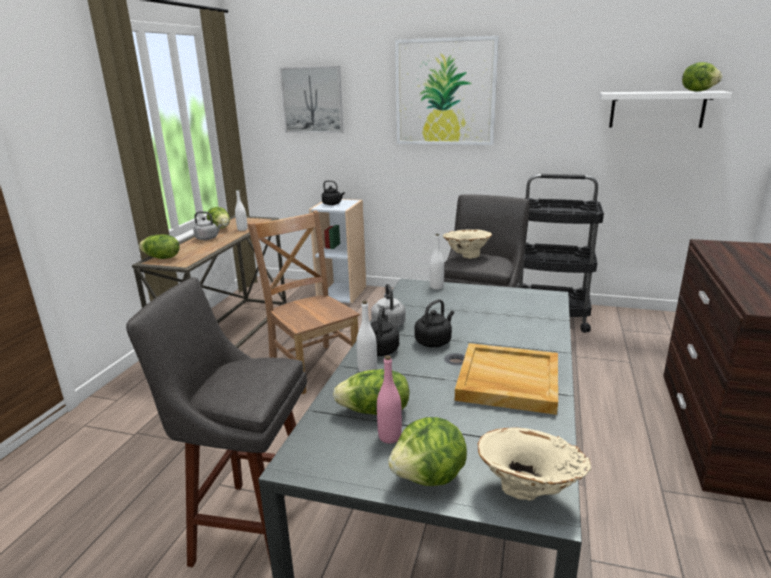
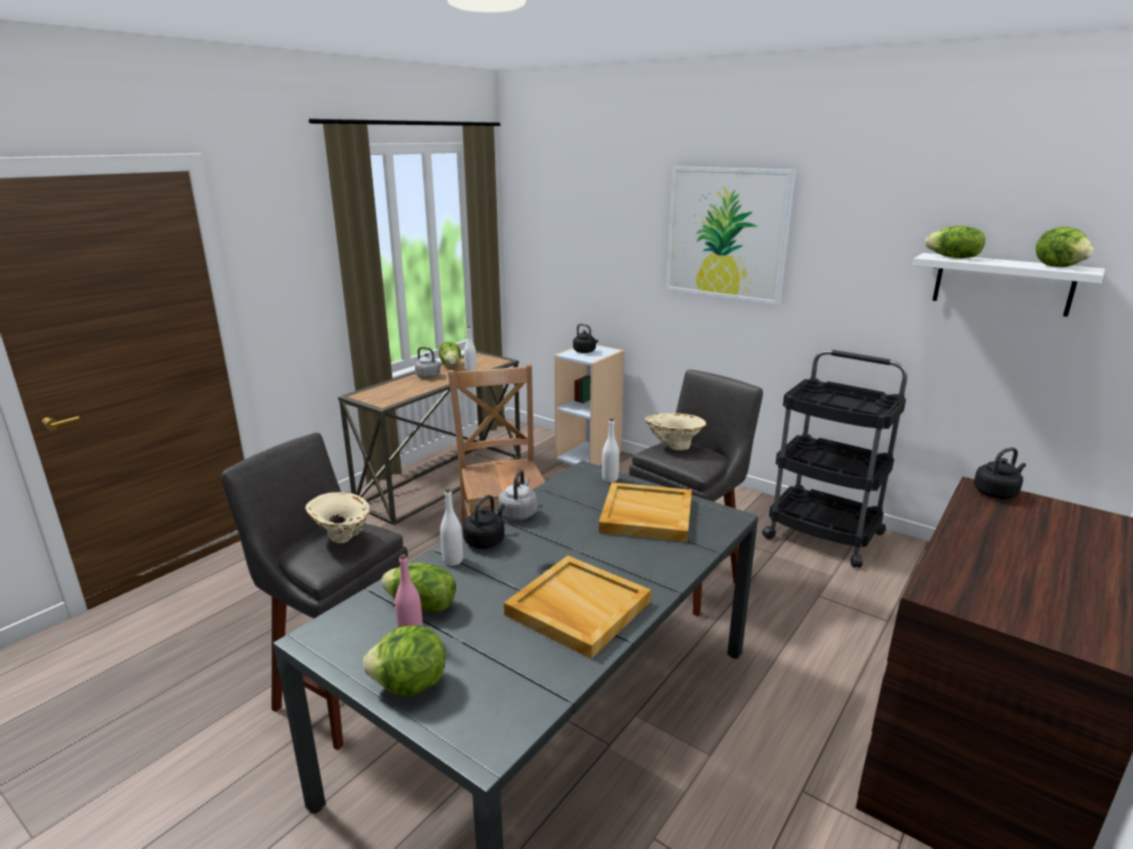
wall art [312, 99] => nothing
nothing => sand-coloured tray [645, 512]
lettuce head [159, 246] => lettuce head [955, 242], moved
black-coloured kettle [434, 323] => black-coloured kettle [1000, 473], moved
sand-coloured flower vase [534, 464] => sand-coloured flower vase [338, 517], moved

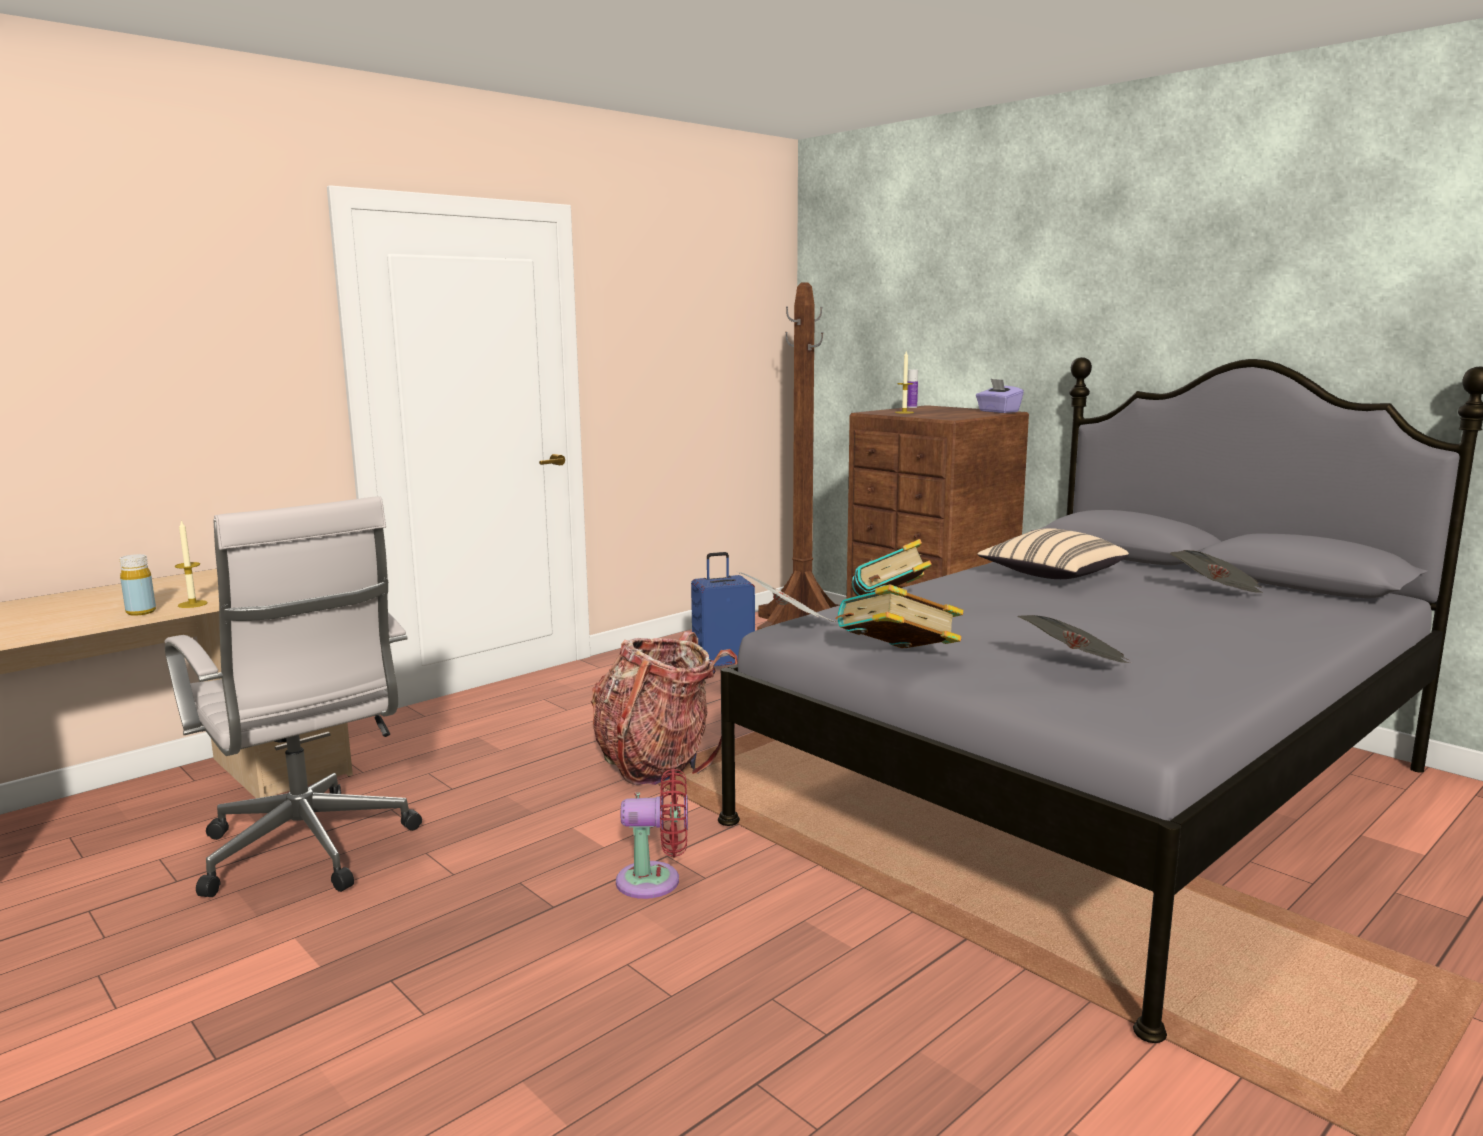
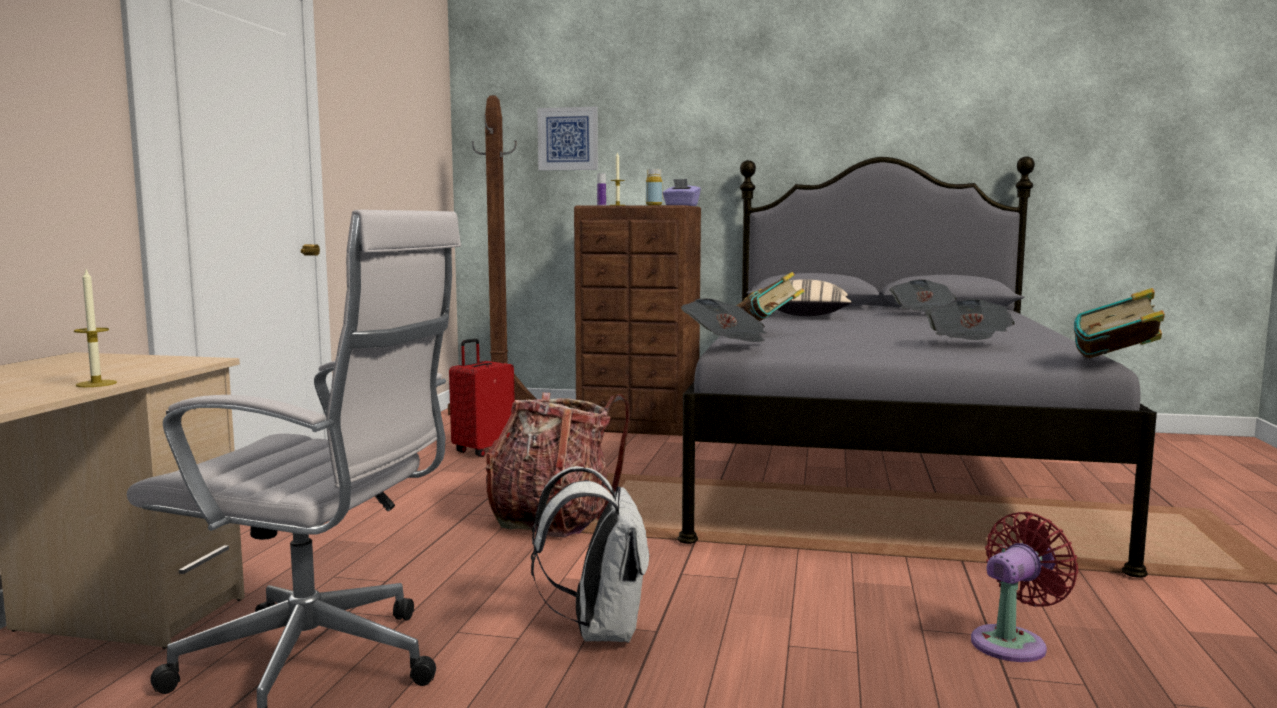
nothing => white backpack [590, 554]
nothing => wall art [567, 139]
yellow-coloured bottle [137, 585] => yellow-coloured bottle [654, 187], moved
red-coloured fan [652, 833] => red-coloured fan [1024, 587], moved
bound book [899, 616] => bound book [1119, 323], moved
bluish travel case [723, 613] => red-coloured travel case [482, 397]

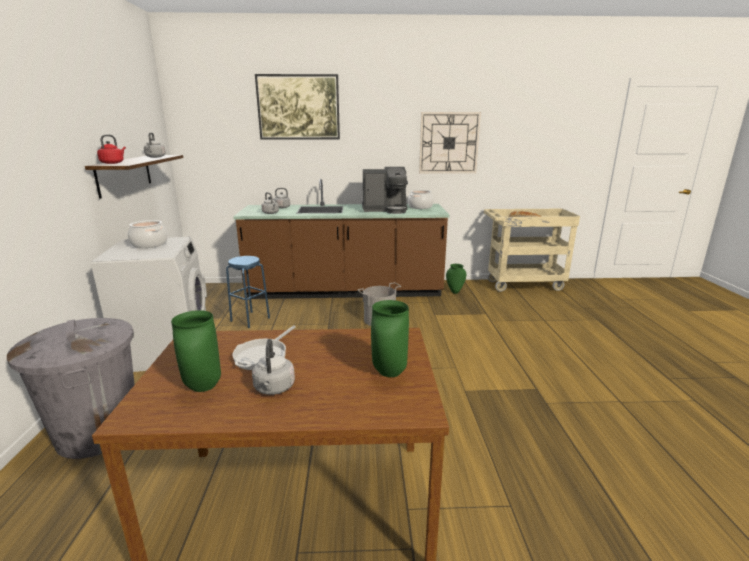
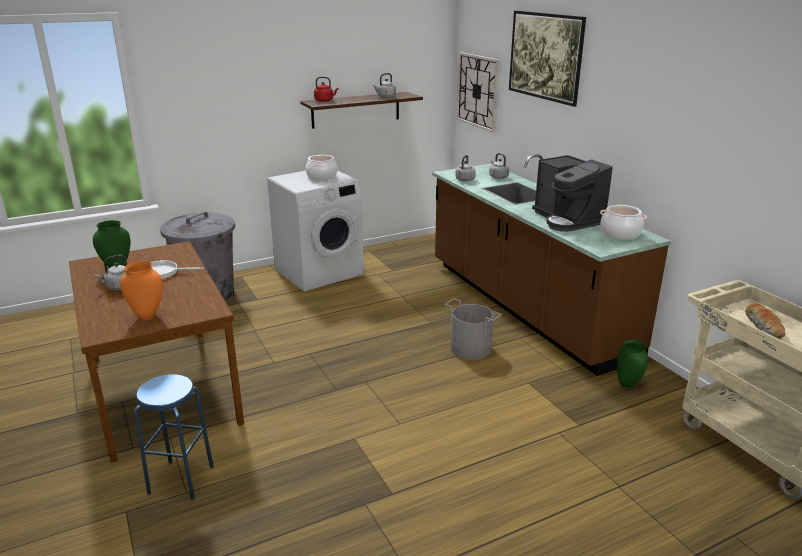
bluish sitting stool [248, 292] => bluish sitting stool [174, 437], moved
clock on the wall [450, 142] => clock on the wall [478, 92], moved
green flower vase [390, 338] => orange flower vase [141, 291]

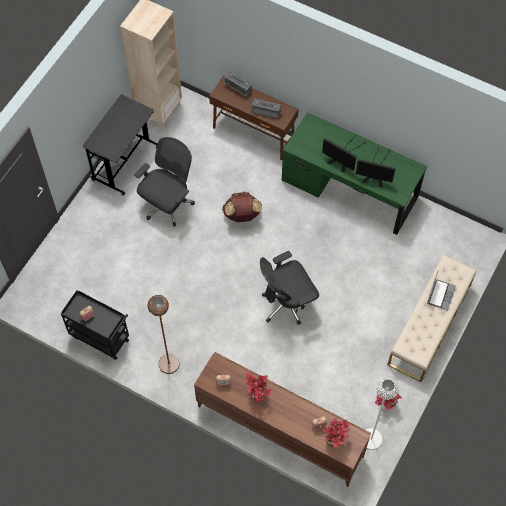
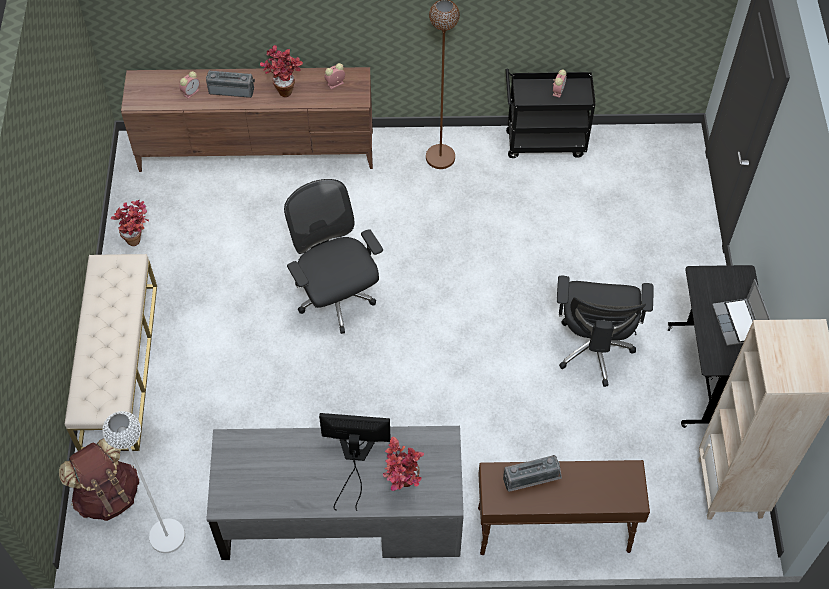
computer screen [375, 167] => nothing
brownish backpack [242, 207] => brownish backpack [99, 479], moved
radio [237, 84] => radio [230, 84], moved
plant in a pot [336, 433] => plant in a pot [403, 464], moved
white standard lamp [382, 414] => white standard lamp [143, 482], moved
laptop [441, 290] => laptop [741, 312], moved
green desk [354, 173] => gray desk [335, 493]
desk chair [289, 288] => desk chair [333, 256], 60 degrees counterclockwise

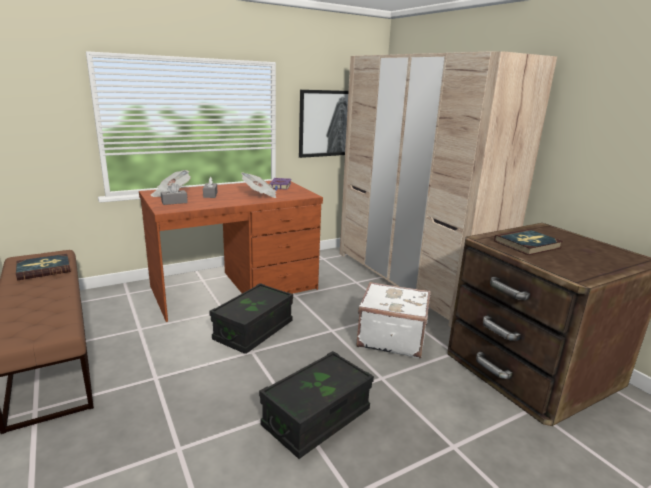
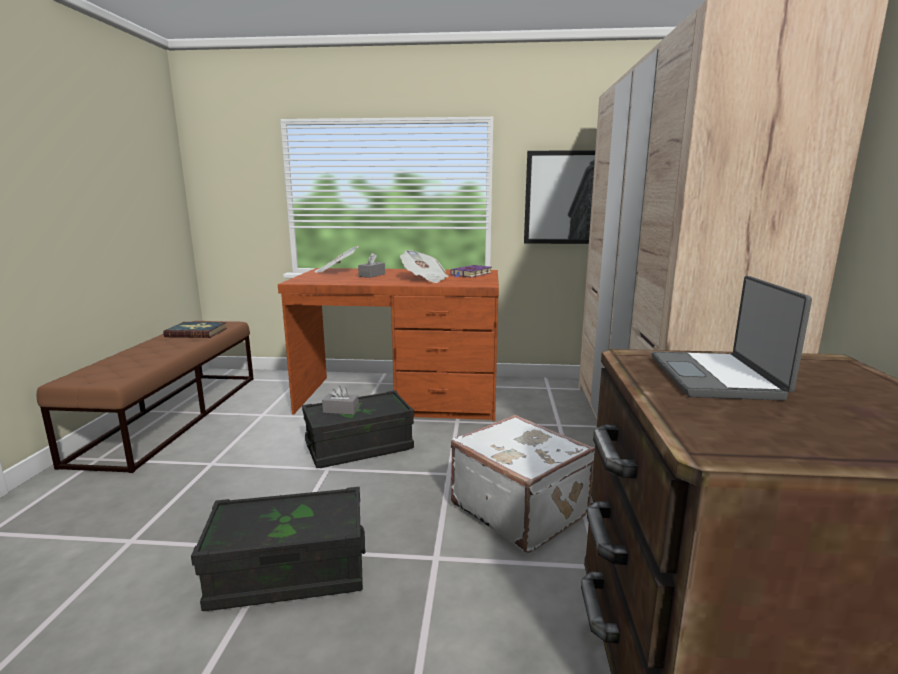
gray tissue holder [174, 194] => gray tissue holder [340, 400], moved
bound book [528, 242] => laptop [732, 338]

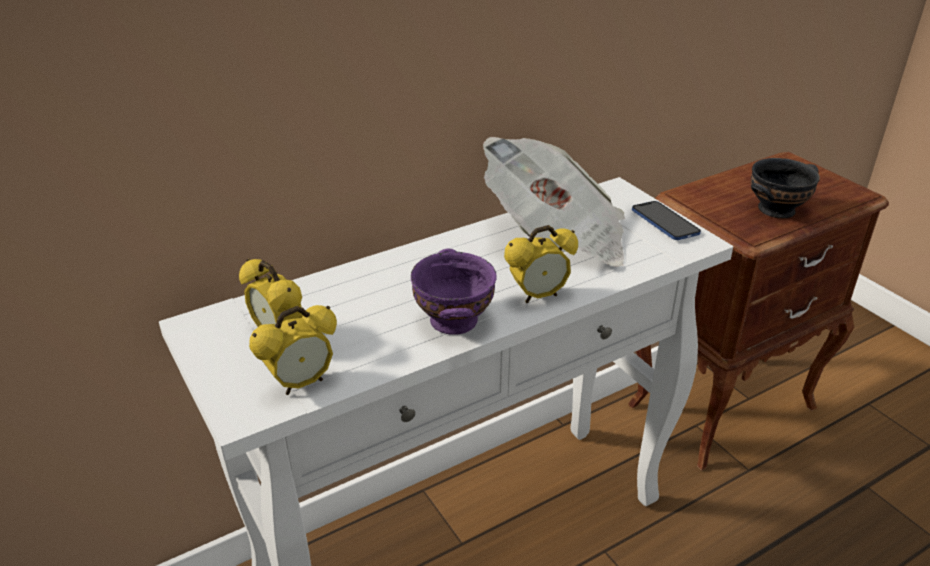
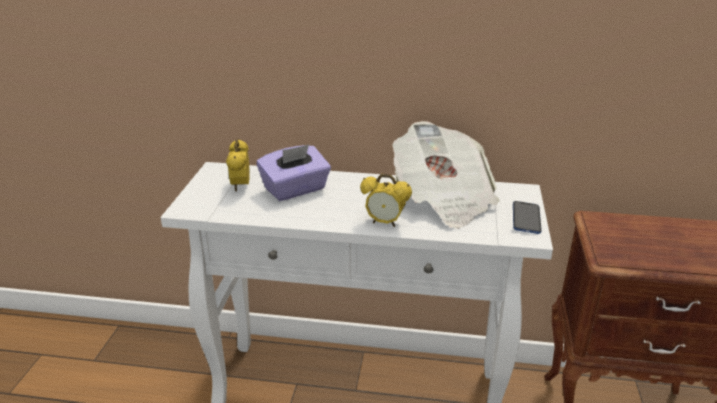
alarm clock [293, 350] => nothing
purple-coloured deep dish [454, 291] => nothing
black-coloured deep dish [785, 188] => nothing
nothing => purple-coloured tissue holder [294, 173]

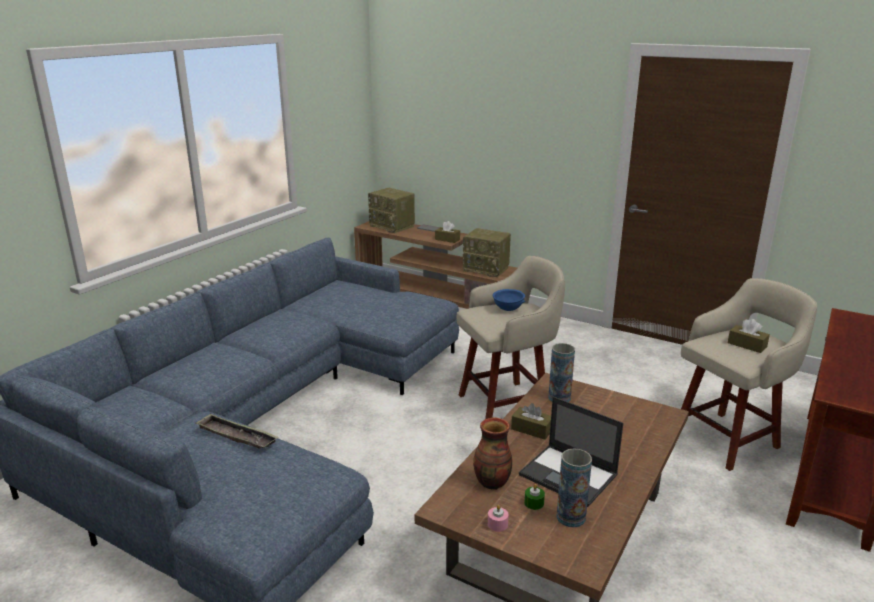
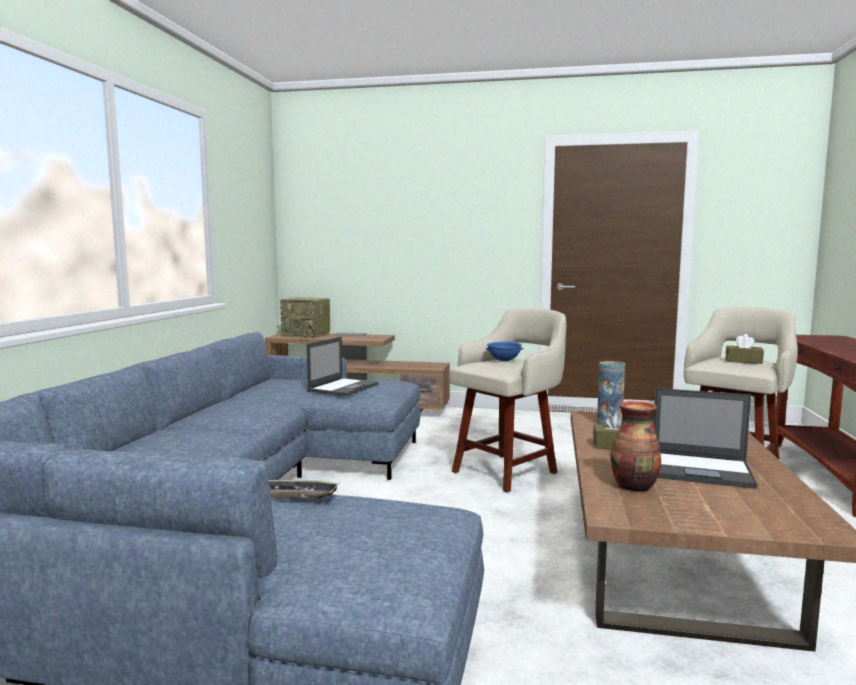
brownish tissue holder [447, 232] => nothing
radio [487, 252] => nothing
pinkish wax light [498, 518] => nothing
green wax light [534, 497] => nothing
flower vase [574, 488] => nothing
nothing => laptop [342, 366]

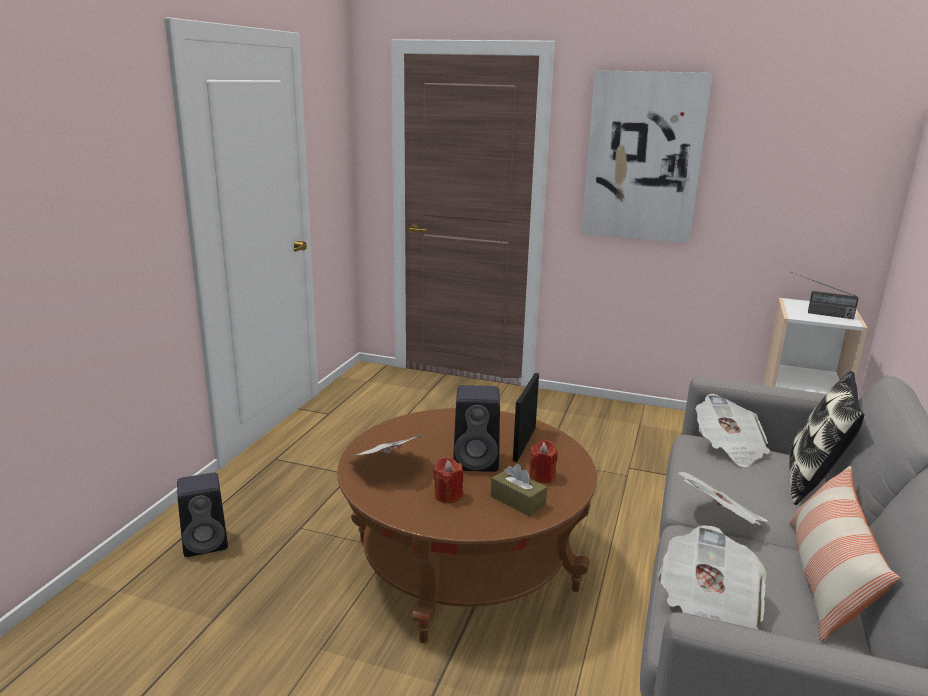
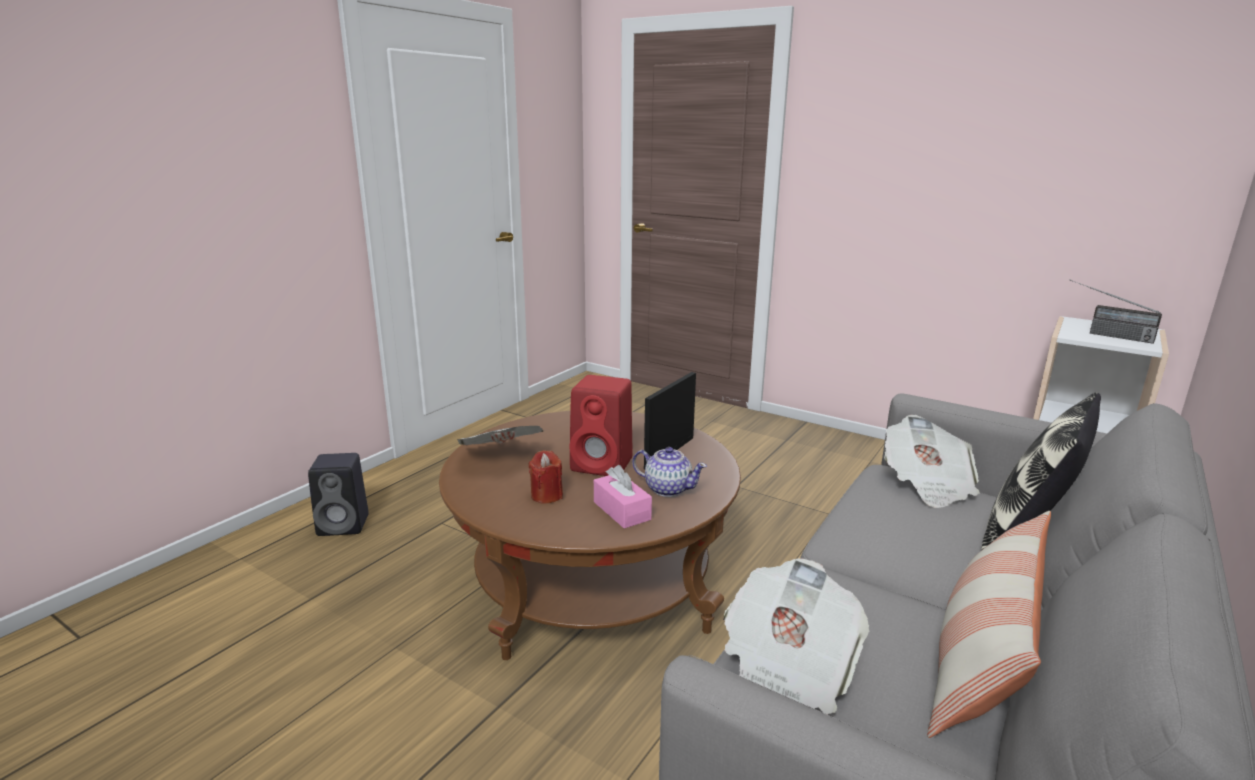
wall art [647, 156] => nothing
daily paper [723, 498] => nothing
red-coloured wax light [544, 461] => tea pot [669, 472]
black-coloured speaker [476, 428] => red-coloured speaker [601, 425]
brownish tissue holder [519, 490] => pinkish tissue holder [623, 497]

